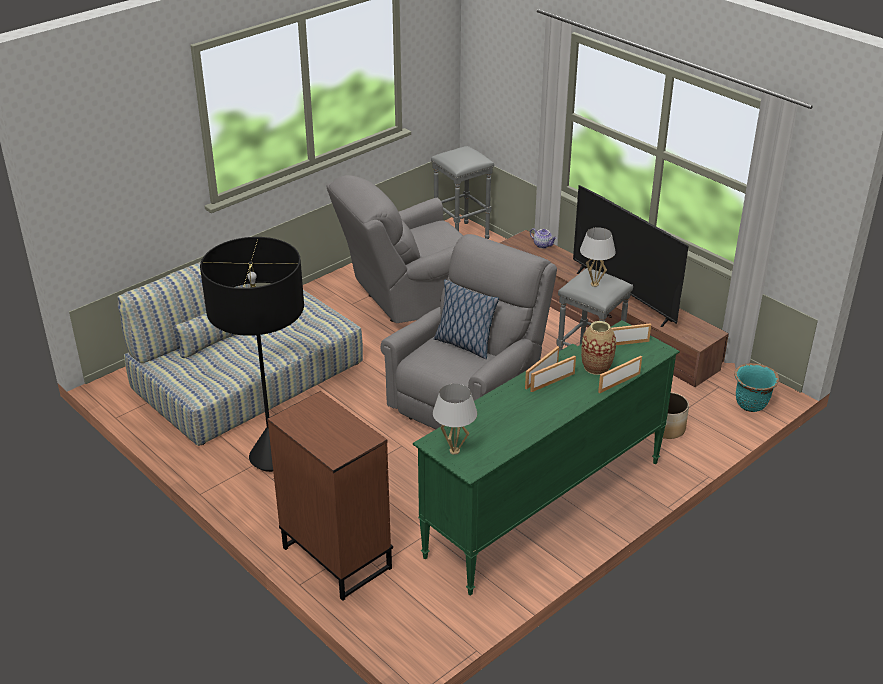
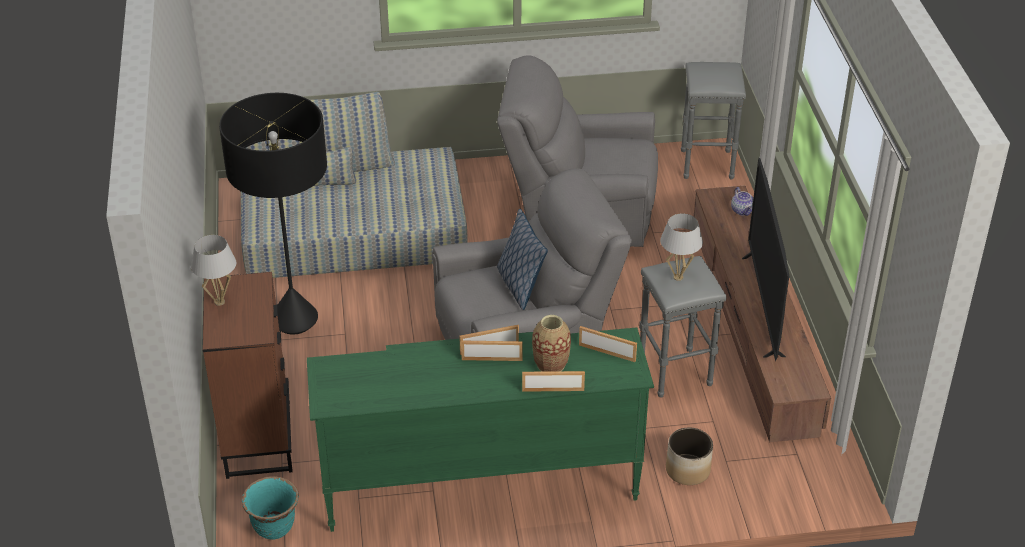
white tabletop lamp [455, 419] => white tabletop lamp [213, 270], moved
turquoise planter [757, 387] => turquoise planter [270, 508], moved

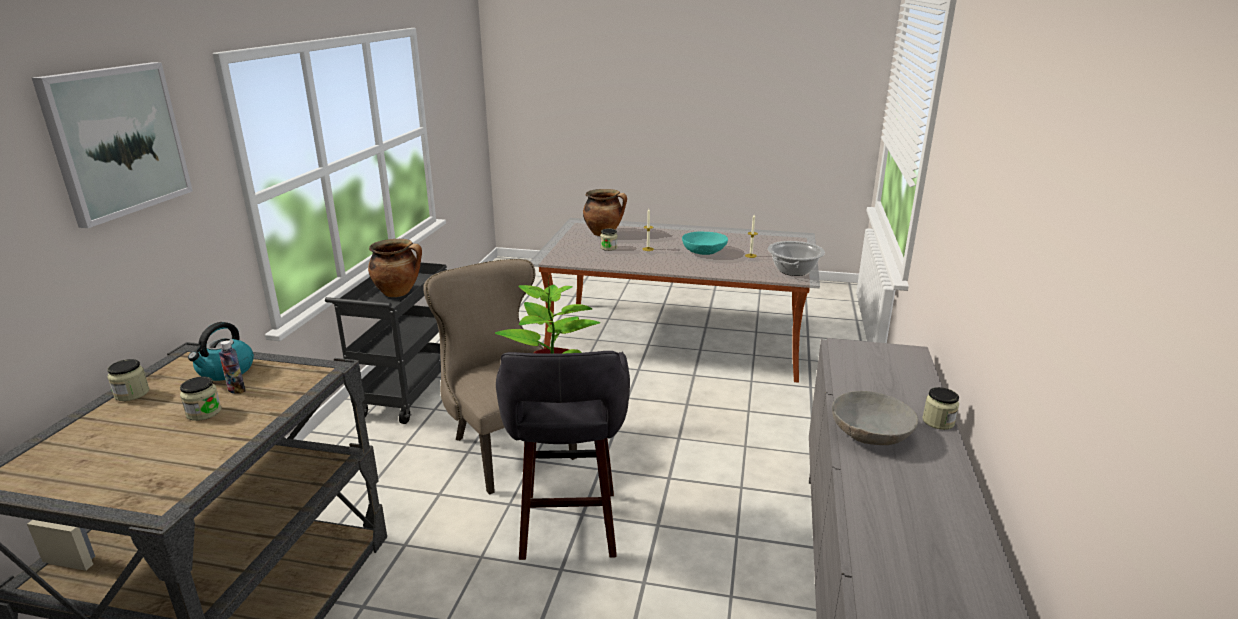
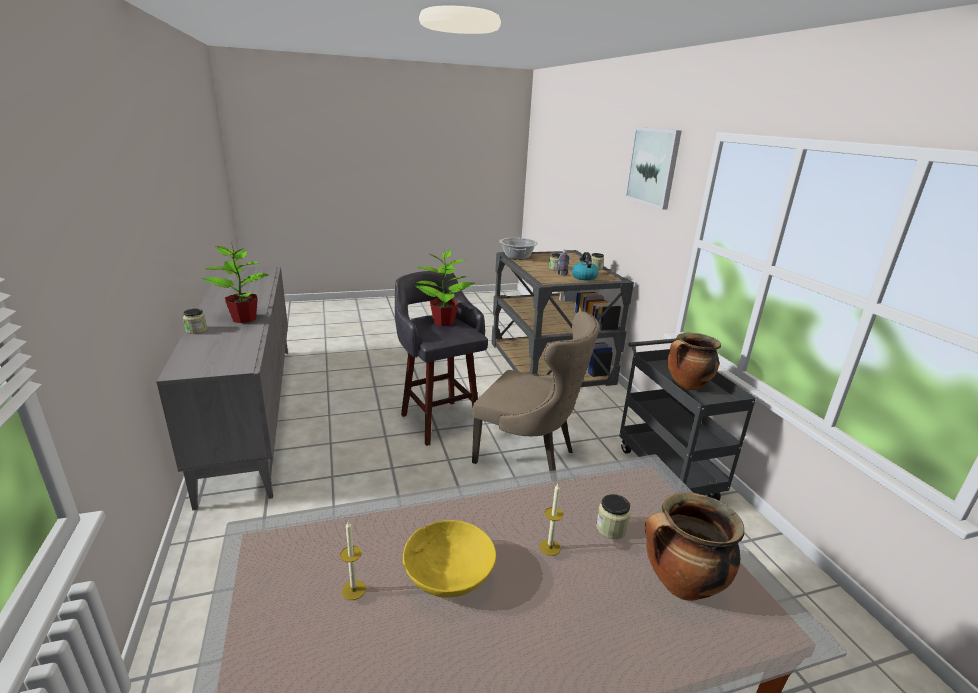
stockpot [796, 258] => stockpot [518, 249], moved
gray deep dish [875, 418] => plant in a pot [235, 284]
turquoise deep dish [705, 243] => yellow-coloured deep dish [449, 559]

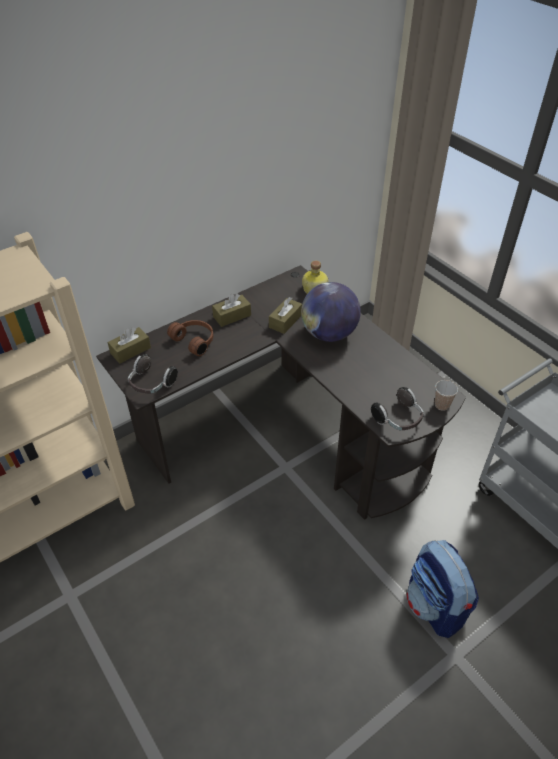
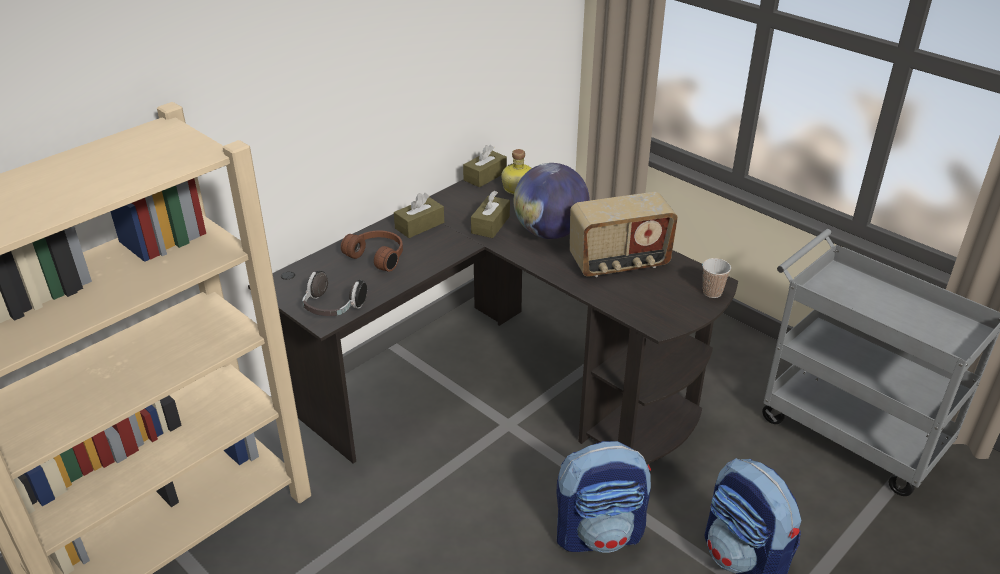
pair of headphones [397, 409] => nothing
nothing => backpack [603, 497]
nothing => radio [623, 234]
brownish tissue holder [129, 345] => brownish tissue holder [485, 166], moved

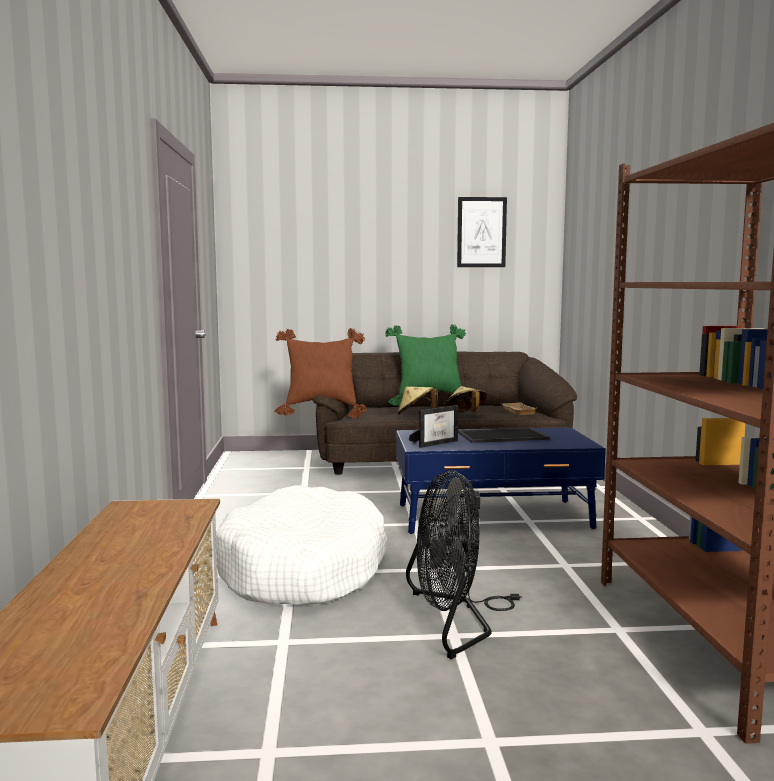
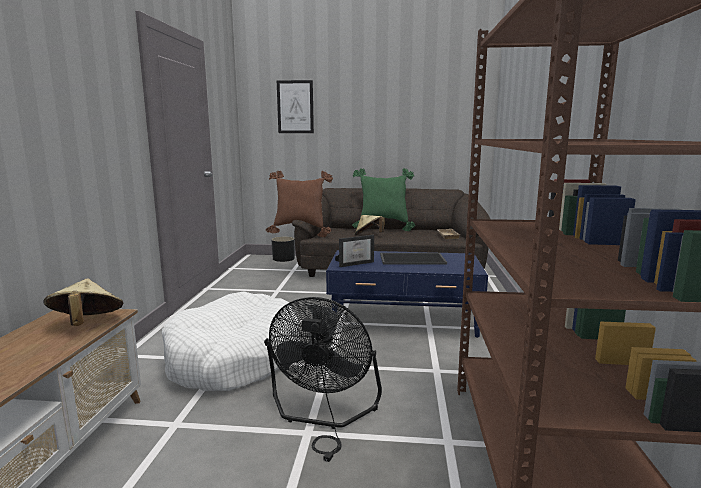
nothing => black-coloured planter [283, 249]
sand-coloured wearable hat [465, 399] => sand-coloured wearable hat [83, 302], moved
wall art [482, 232] => wall art [295, 106], moved
black-coloured fan [463, 565] => black-coloured fan [323, 379], 105 degrees clockwise

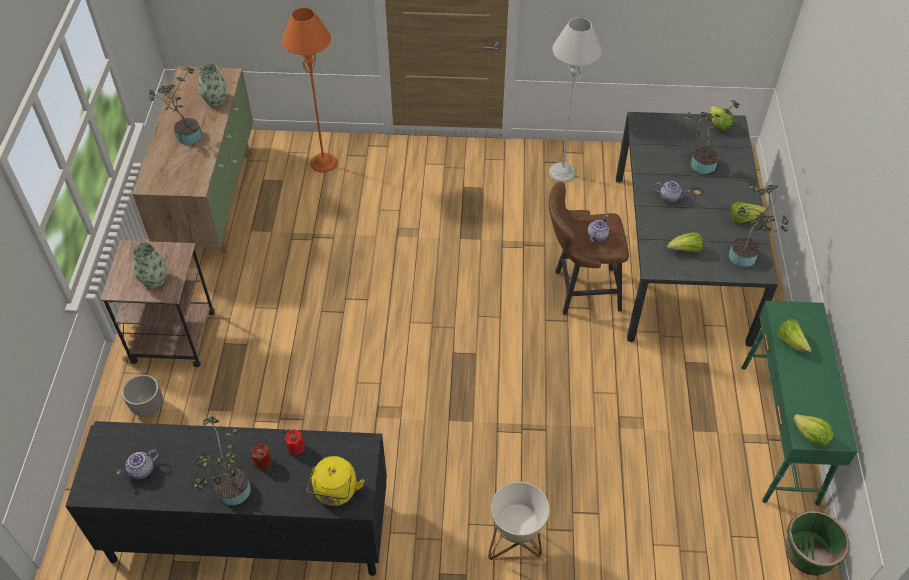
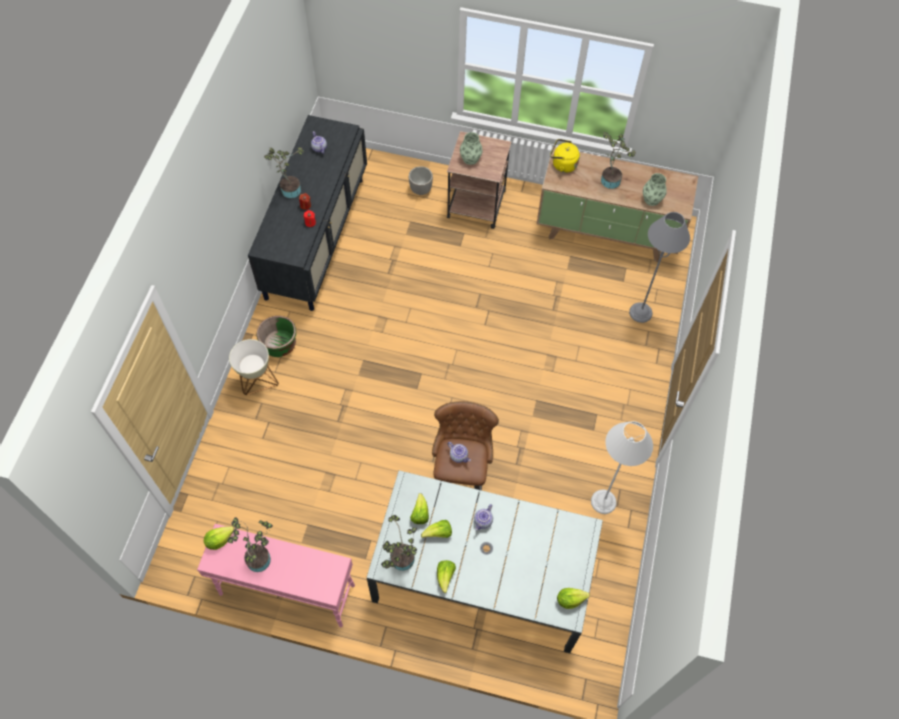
yellow-coloured kettle [336, 481] => yellow-coloured kettle [565, 156], moved
plant in a pot [711, 137] => plant in a pot [250, 544], moved
lettuce head [794, 336] => lettuce head [436, 529], moved
green planter [817, 543] => green planter [276, 336], moved
orange standard lamp [309, 90] => gray standard lamp [659, 267]
green narrow table [800, 403] => pinkish narrow table [276, 575]

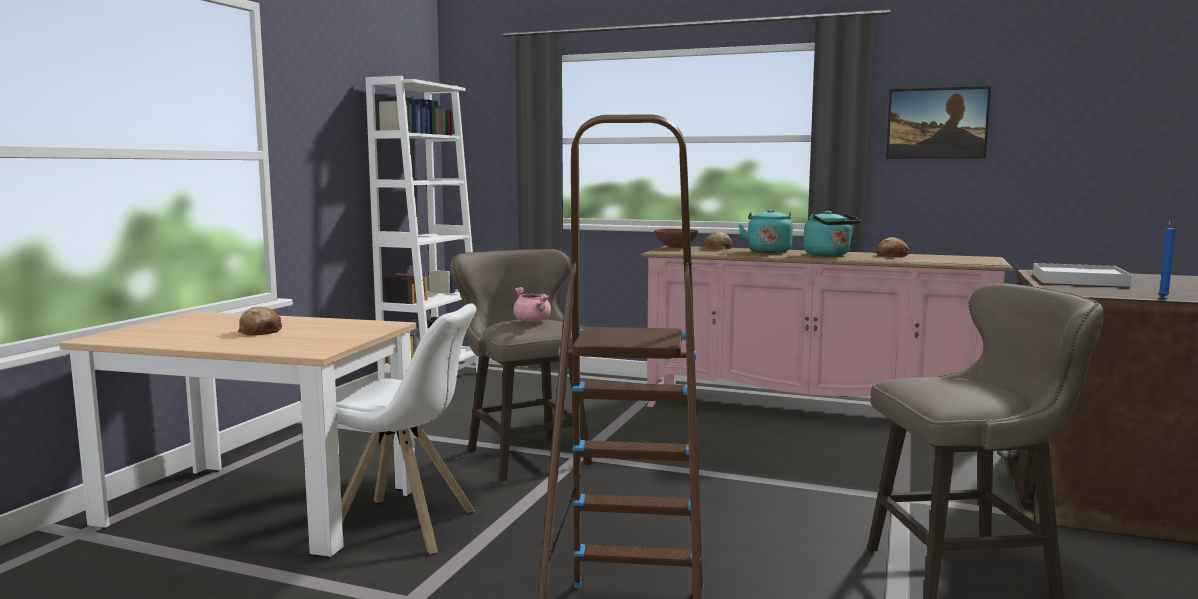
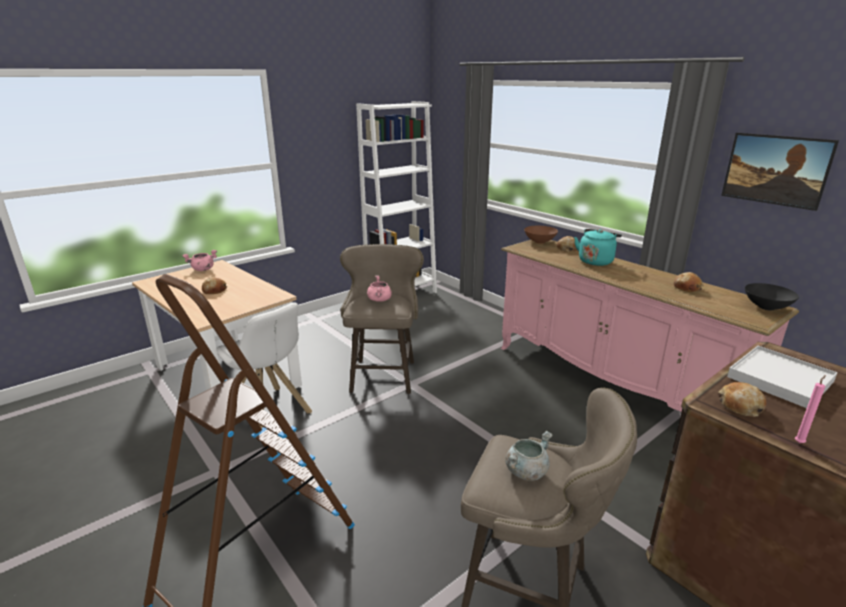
turquoise kettle [831, 233] => nothing
nothing => pinkish stockpot [199, 260]
nothing => gray stockpot [528, 456]
nothing => baked bread [742, 399]
nothing => black-coloured deep dish [772, 297]
bluish wax light [1167, 259] => pinkish wax light [810, 409]

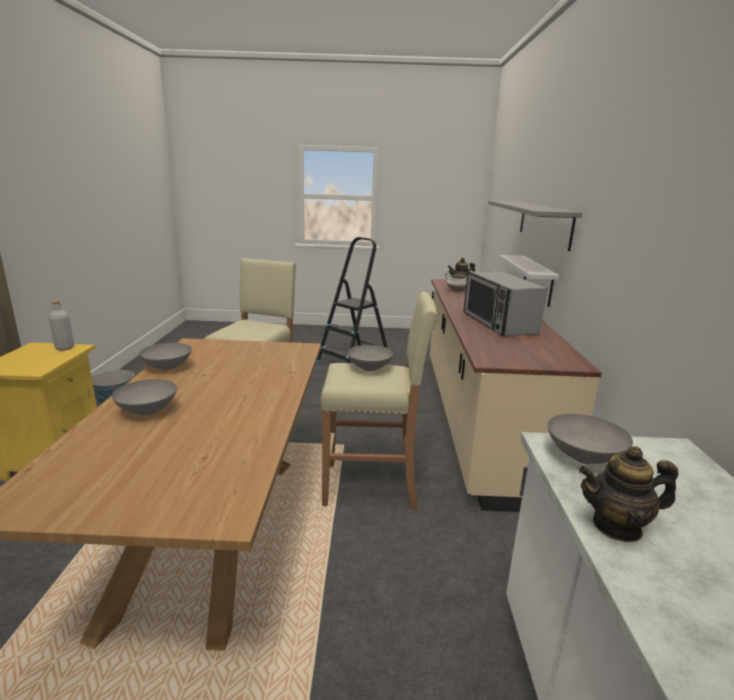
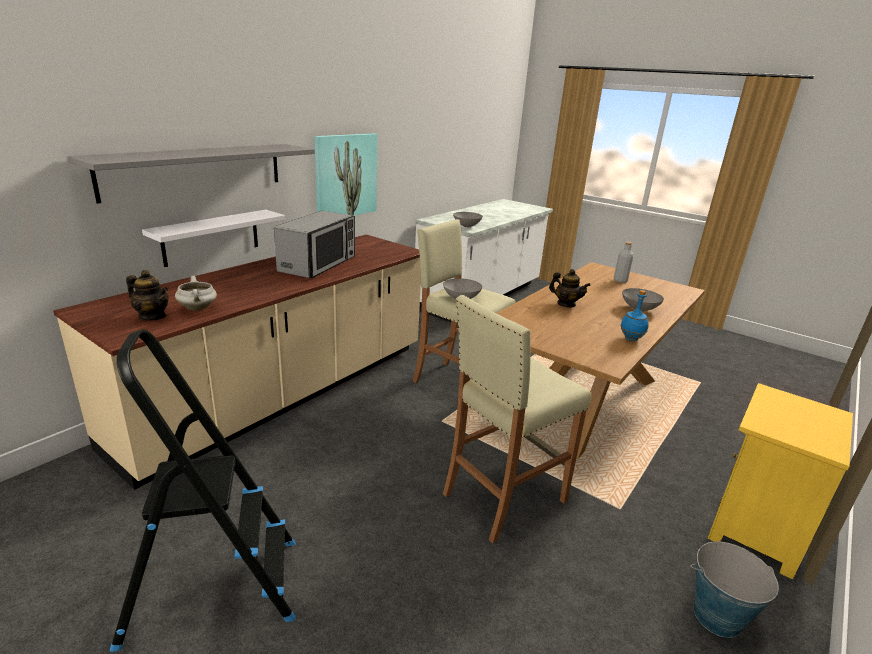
nothing => wall art [346, 175]
gray bottle [61, 325] => gray bottle [624, 262], moved
tea pot [628, 494] => tea pot [570, 288], moved
gray deep dish [165, 357] => bluish bottle [635, 315]

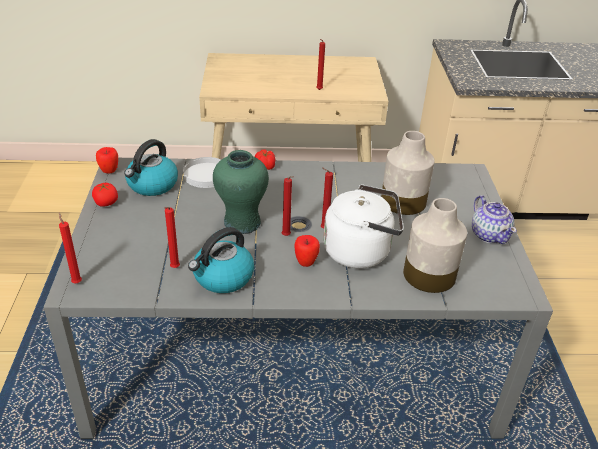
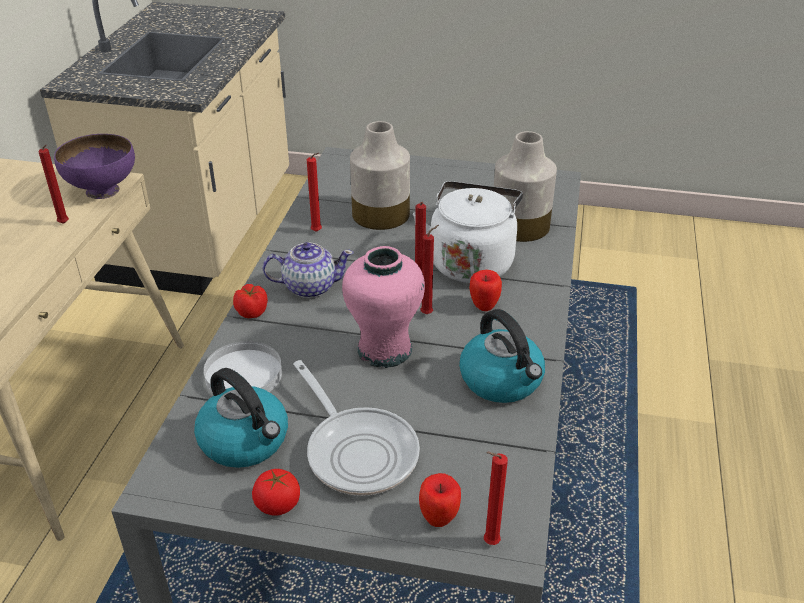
nothing => purple-coloured deep dish [94, 166]
nothing => pan [356, 428]
apple fruit [107, 160] => apple fruit [440, 500], moved
red-coloured wax light [172, 237] => red-coloured wax light [314, 192], moved
tea pot [494, 219] => tea pot [308, 270], moved
green flower vase [241, 192] => pinkish flower vase [383, 307]

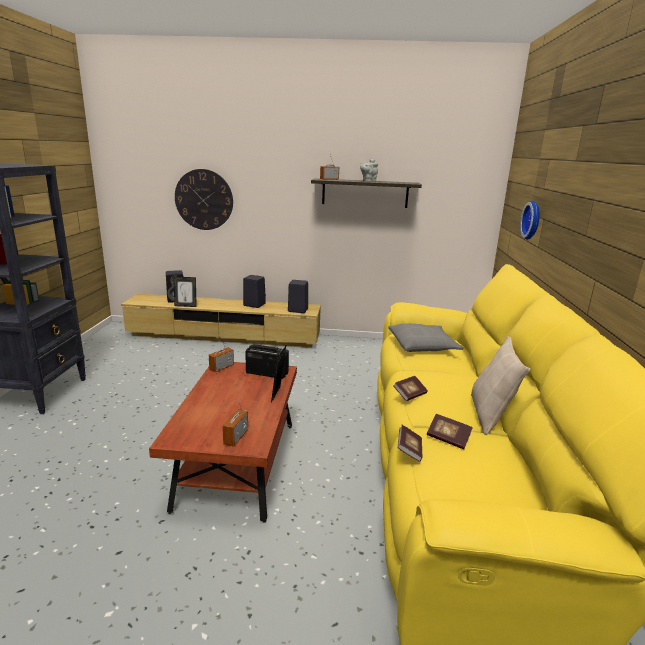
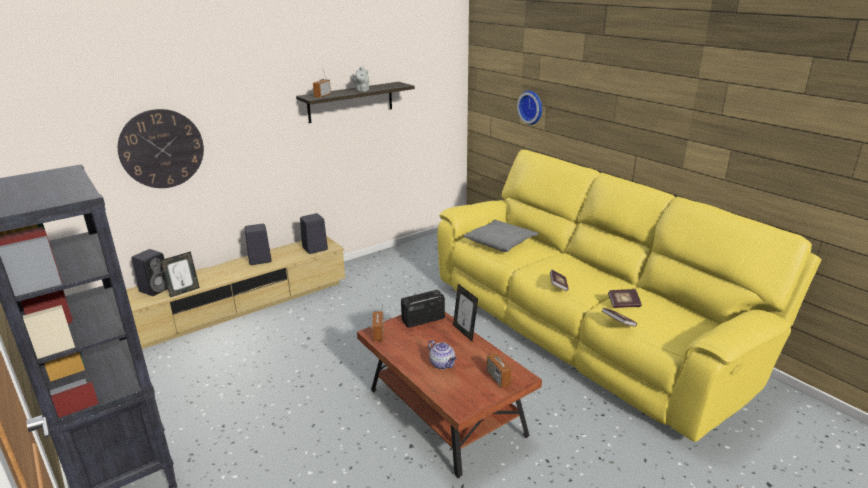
sand-coloured throw pillow [501, 385] => nothing
nothing => tea pot [442, 354]

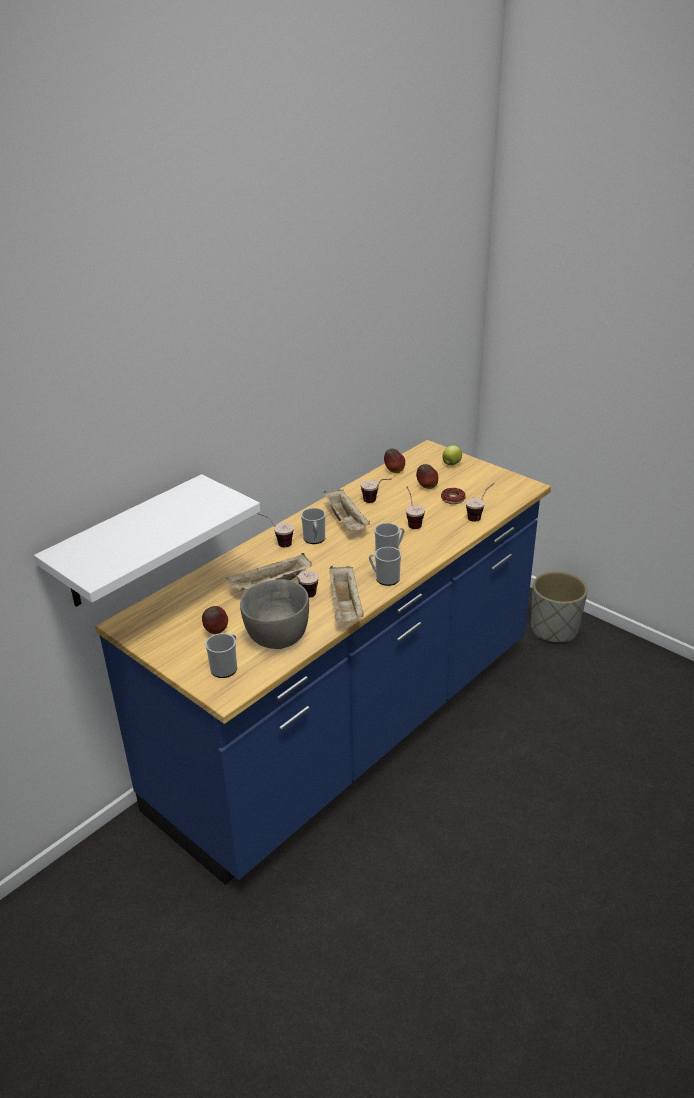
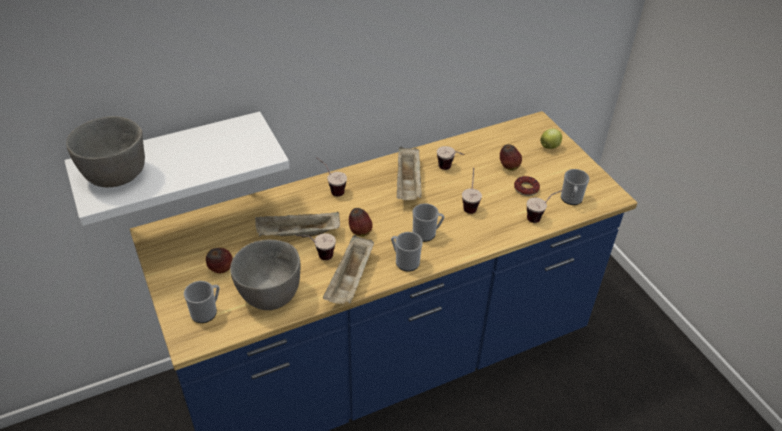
gray planter [559, 606] => nothing
nothing => gray deep dish [105, 151]
tea mug [313, 526] => tea mug [575, 187], moved
apple fruit [394, 461] => apple fruit [361, 222], moved

